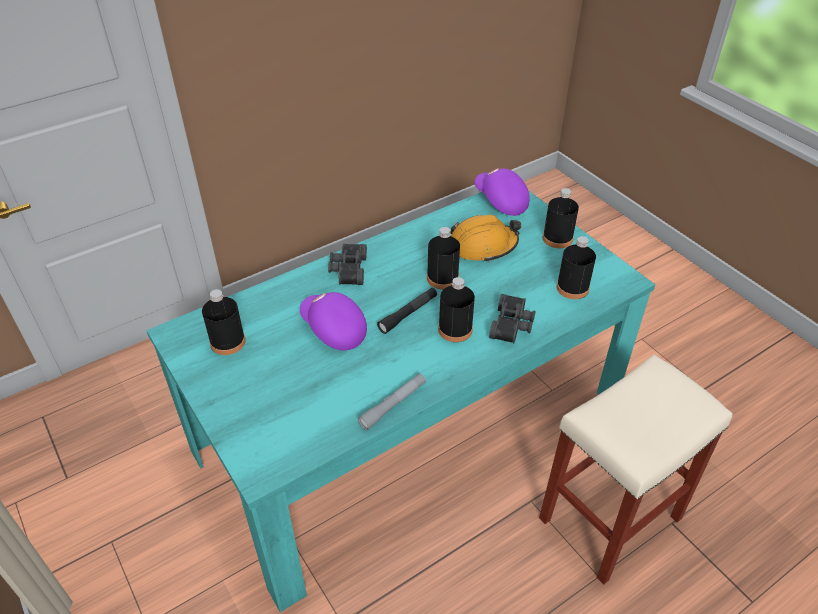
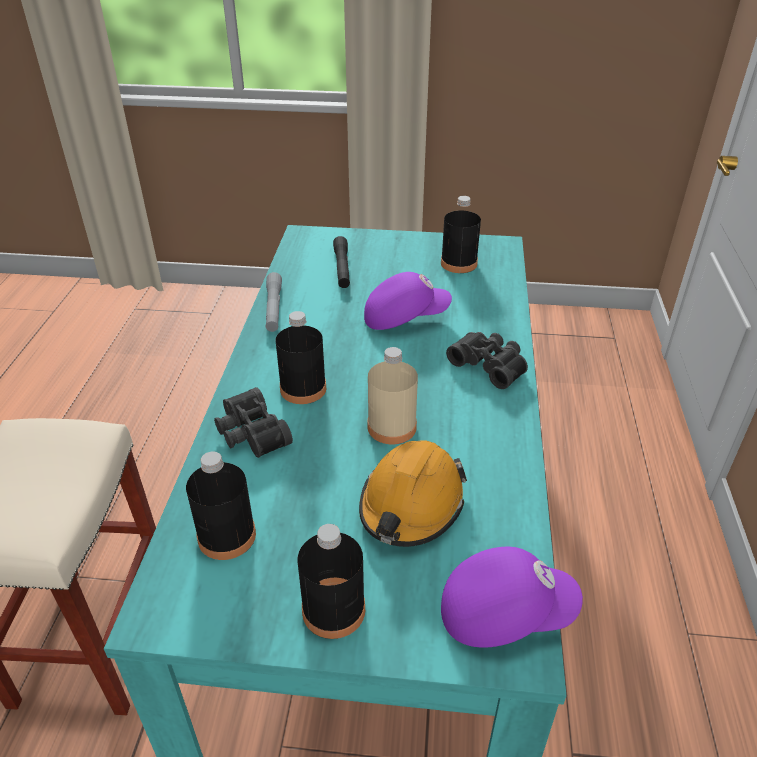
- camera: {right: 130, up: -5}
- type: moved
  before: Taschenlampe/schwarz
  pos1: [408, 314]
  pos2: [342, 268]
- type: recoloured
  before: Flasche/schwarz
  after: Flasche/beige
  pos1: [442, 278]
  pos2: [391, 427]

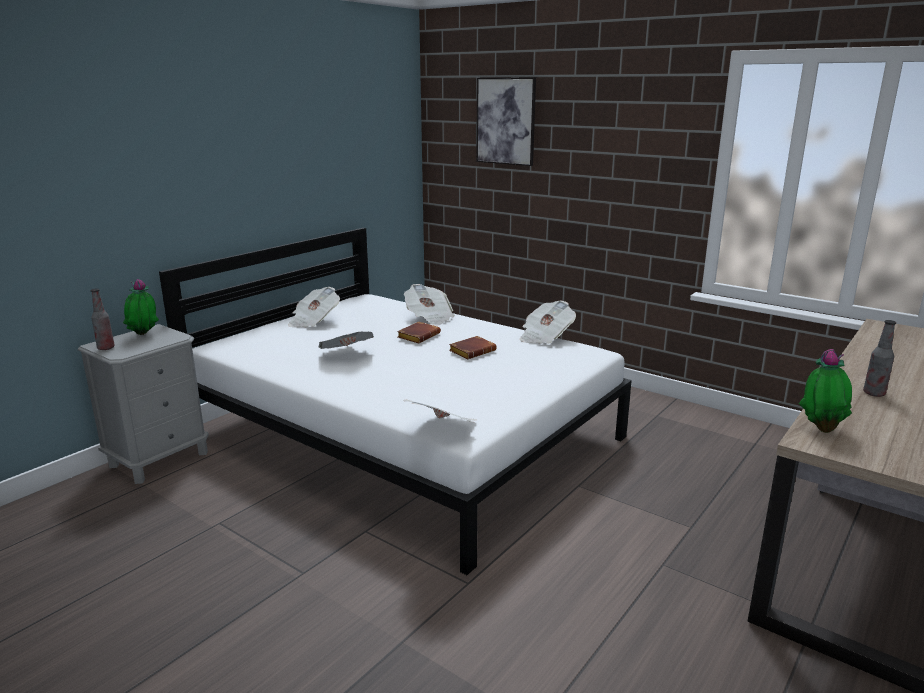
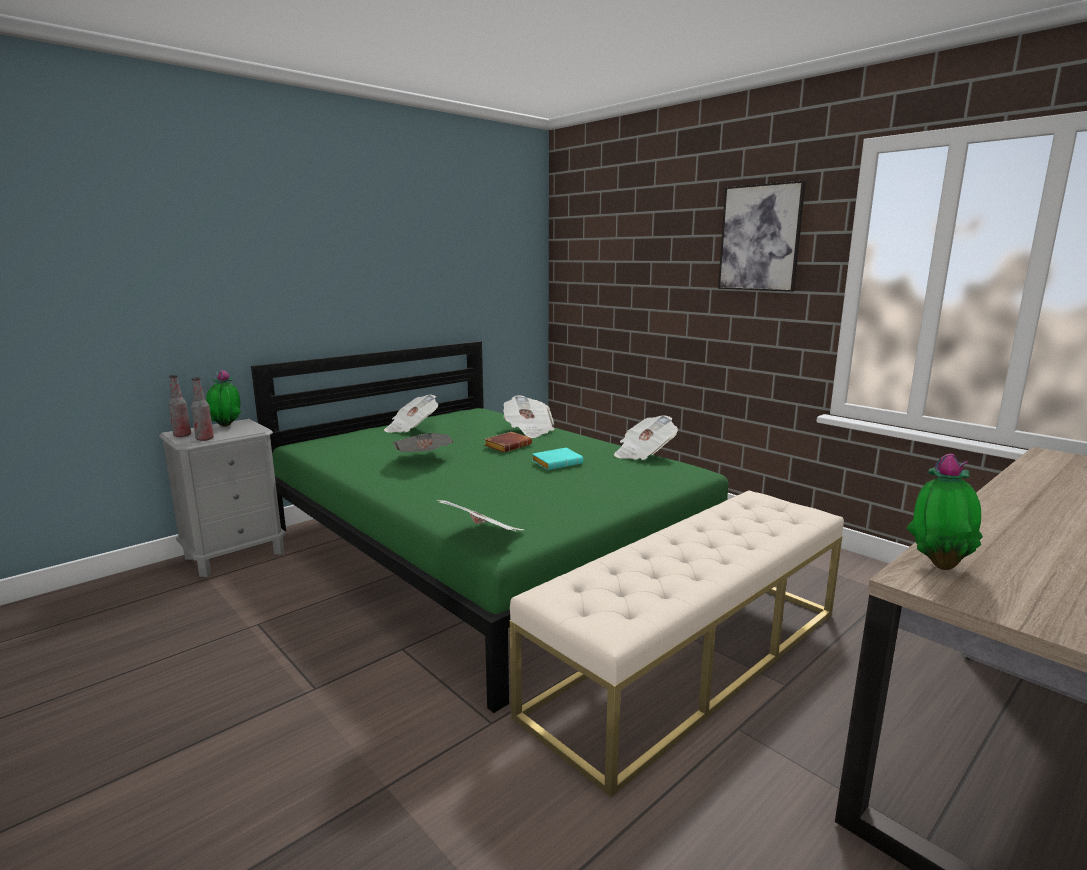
- camera: {right: 10, up: -5}
- type: added
  after: Bank/beige
  pos2: [691, 659]
- type: moved
  before: Bild
  pos1: [506, 121]
  pos2: [760, 238]
- type: moved
  before: Flasche
  pos1: [874, 393]
  pos2: [205, 439]
- type: recoloured
  before: Bett/weiß
  after: Bett/grün
  pos1: [404, 434]
  pos2: [486, 550]
- type: recoloured
  before: Buch/braun
  after: Buch/türkis
  pos1: [472, 351]
  pos2: [557, 463]

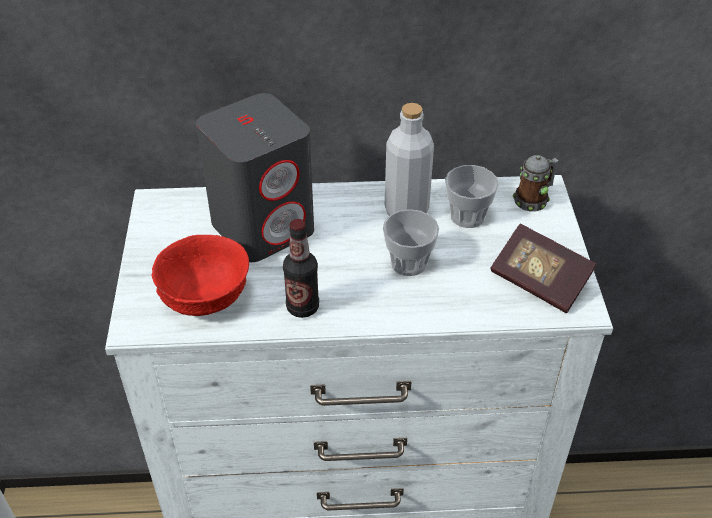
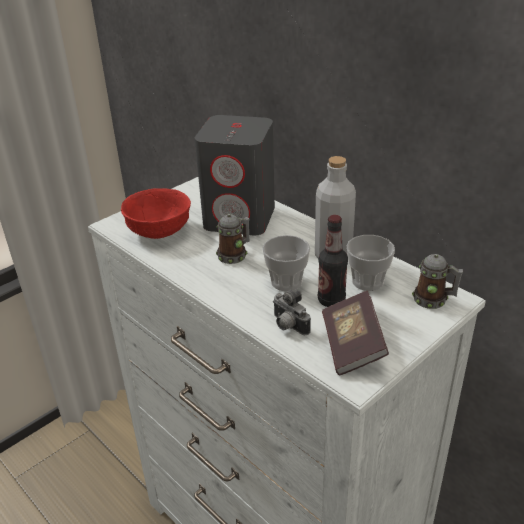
- camera: {right: 50, up: -10}
- type: added
  after: Henkelbecher
  pos2: [235, 254]
- type: added
  after: Kamera
  pos2: [288, 326]
- type: moved
  before: Flasche
  pos1: [302, 307]
  pos2: [331, 300]

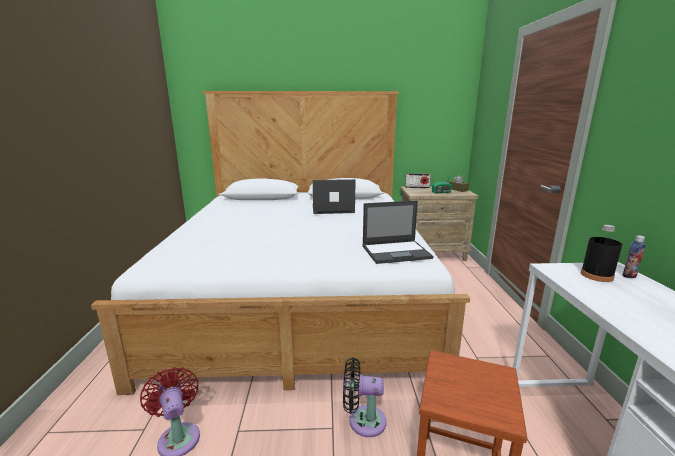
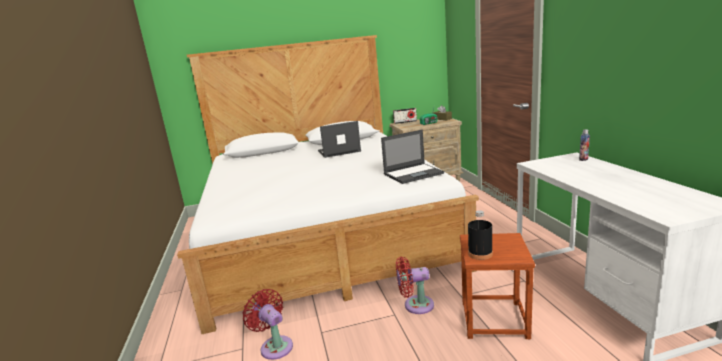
- camera: {right: -10, up: 0}
- type: moved
  before: Flasche/schwarz
  pos1: [596, 275]
  pos2: [480, 253]
- type: recoloured
  before: Ventilator/schwarz
  after: Ventilator/rot
  pos1: [363, 420]
  pos2: [415, 305]

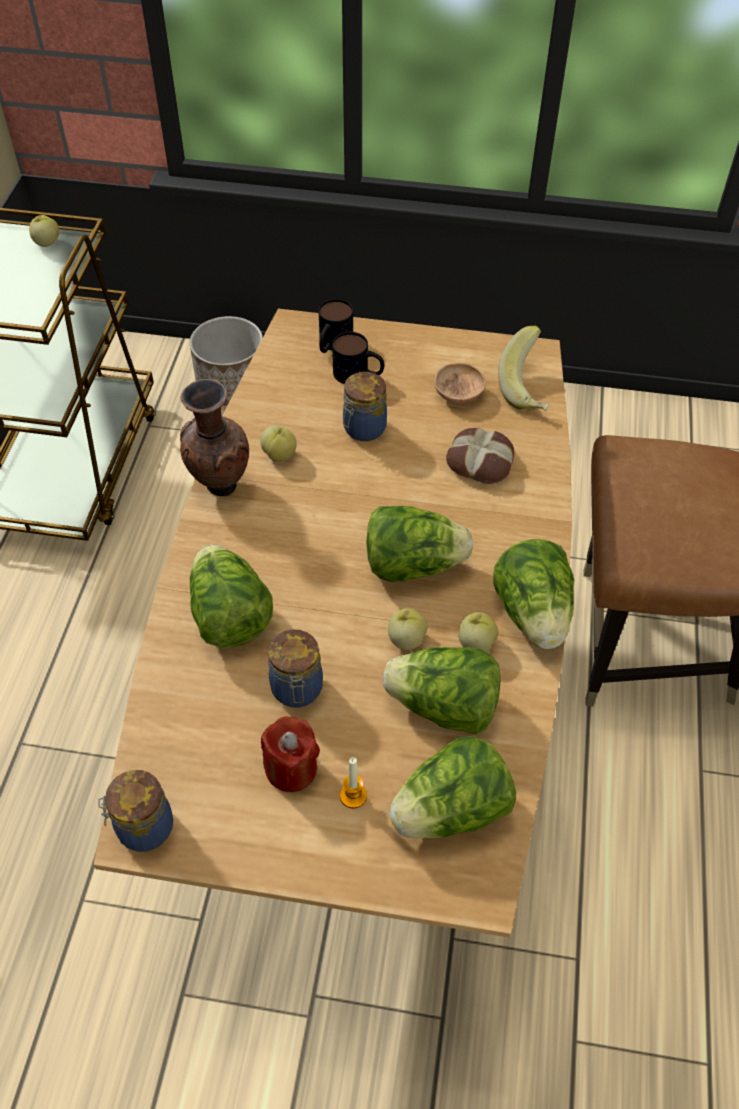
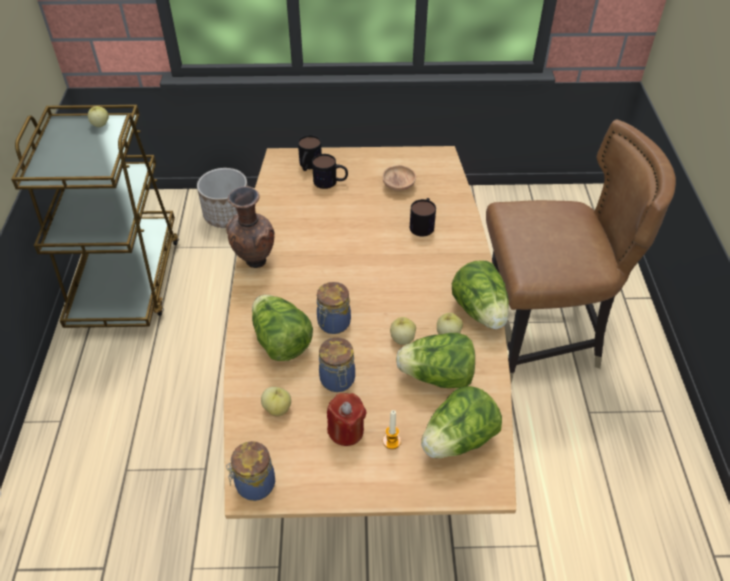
- camera: {right: -10, up: -5}
- type: removed
  before: Salatkopf
  pos1: [412, 564]
- type: removed
  before: Banane
  pos1: [529, 388]
- type: moved
  before: Apfel
  pos1: [279, 455]
  pos2: [277, 408]
- type: moved
  before: Vorratsglas
  pos1: [363, 429]
  pos2: [333, 324]
- type: replaced
  before: Brot
  after: Henkelbecher
  pos1: [481, 461]
  pos2: [423, 224]

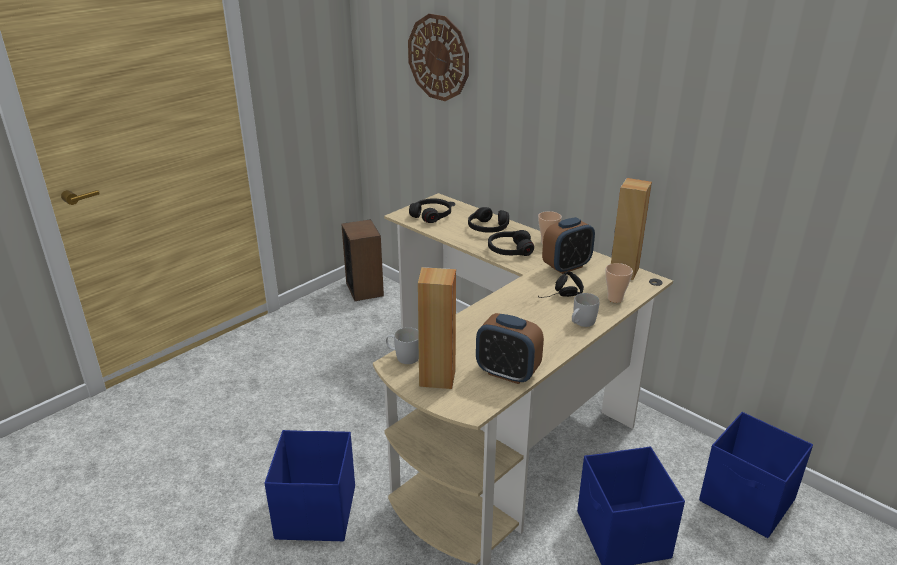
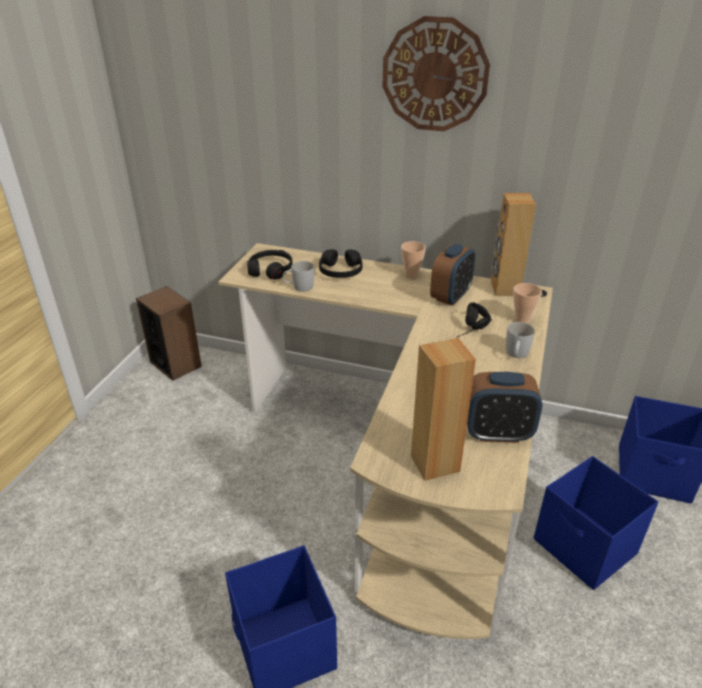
- camera: {right: -25, up: 5}
- type: removed
  before: Kopfhörer/schwarz
  pos1: [510, 250]
- type: moved
  before: Henkelbecher/weiß
  pos1: [403, 357]
  pos2: [299, 287]
- type: moved
  before: Wanduhr
  pos1: [438, 57]
  pos2: [435, 75]

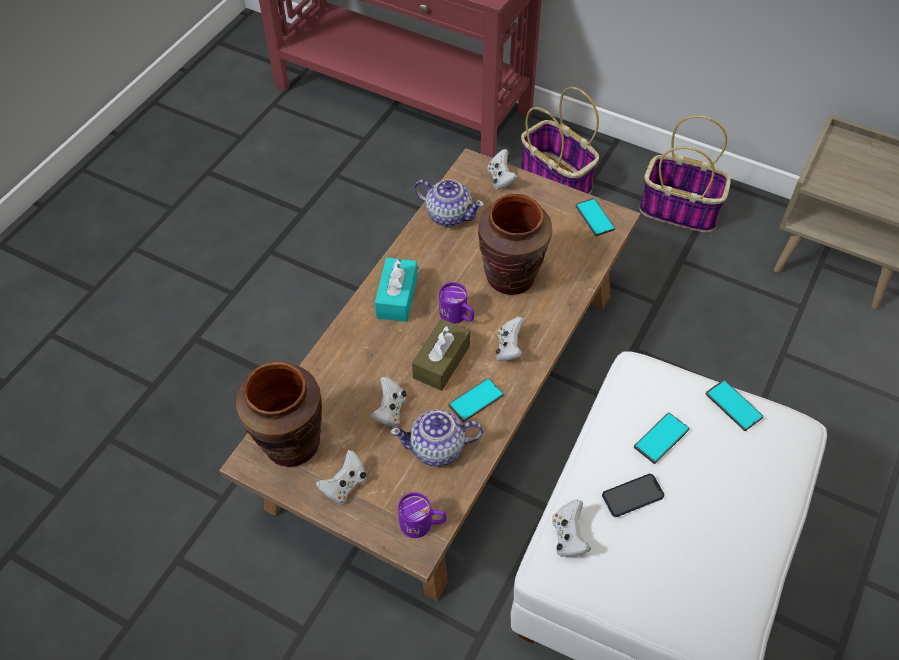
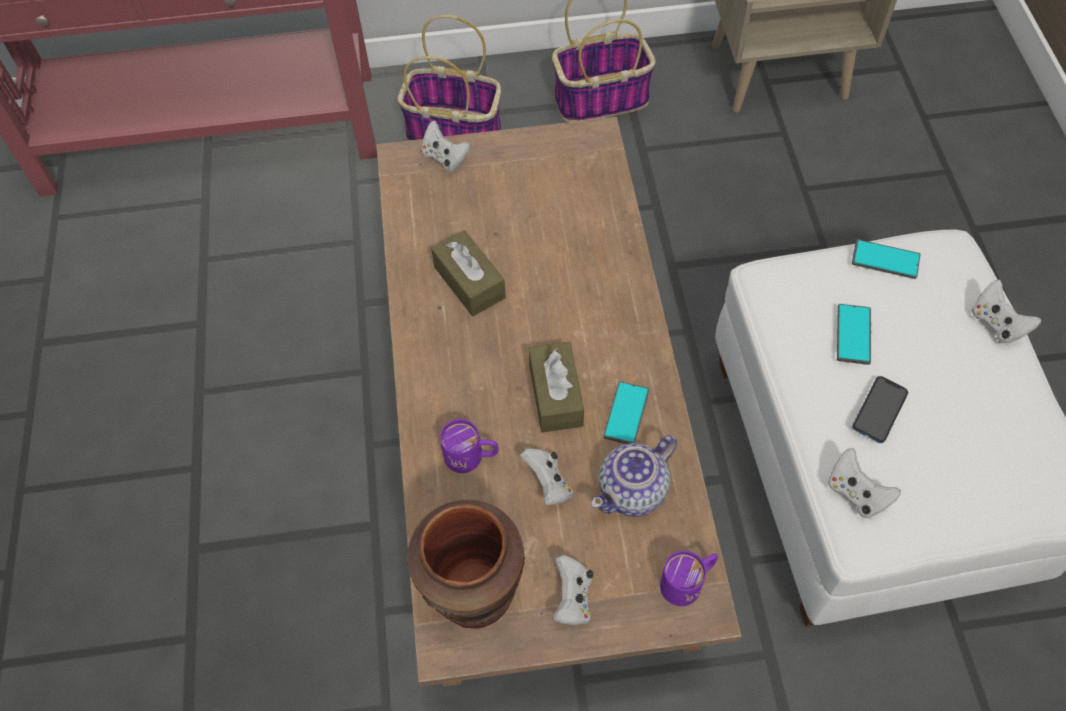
- camera: {right: -35, up: 5}
- type: removed
  before: Taschentuchbox/türkis
  pos1: [397, 297]
- type: removed
  before: Teekanne
  pos1: [448, 214]
- type: removed
  before: Vase/braun
  pos1: [511, 277]
- type: removed
  before: Handy
  pos1: [594, 217]
- type: added
  after: Taschentuchbox/braun
  pos2: [469, 282]
- type: moved
  before: Henkelbecher/lila
  pos1: [458, 316]
  pos2: [471, 457]
- type: moved
  before: Gamepad/weiß
  pos1: [509, 348]
  pos2: [997, 323]

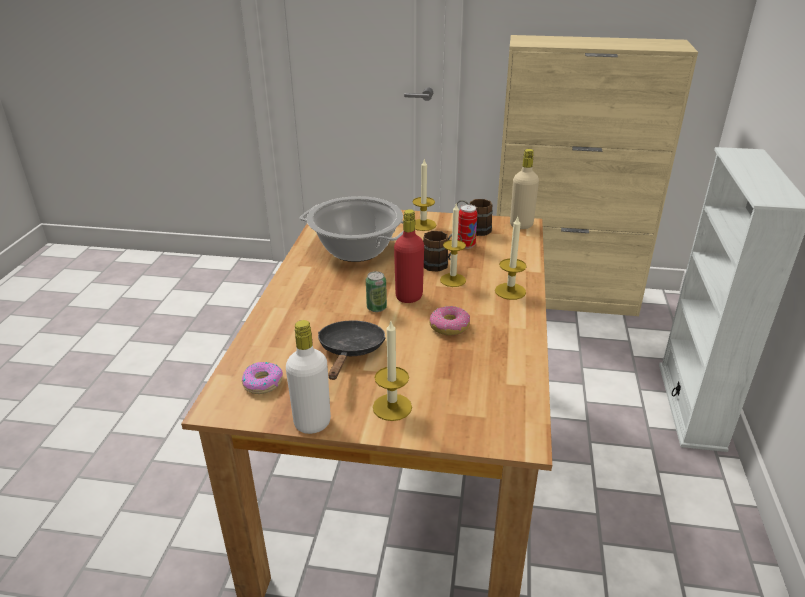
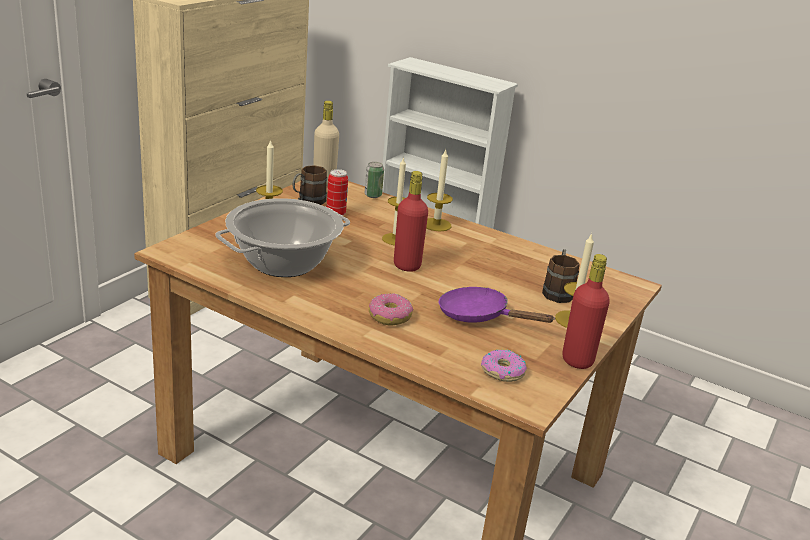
- camera: {right: -70, up: -5}
- type: moved
  before: Dose
  pos1: [376, 308]
  pos2: [373, 195]
- type: moved
  before: Henkelbecher/braun
  pos1: [441, 264]
  pos2: [557, 291]
- type: moved
  before: Donut
  pos1: [449, 326]
  pos2: [389, 316]
- type: recoloured
  before: Flasche/weiß
  after: Flasche/rot
  pos1: [312, 423]
  pos2: [577, 360]
- type: recoloured
  before: Pfanne/schwarz
  after: Pfanne/lila
  pos1: [350, 351]
  pos2: [479, 316]

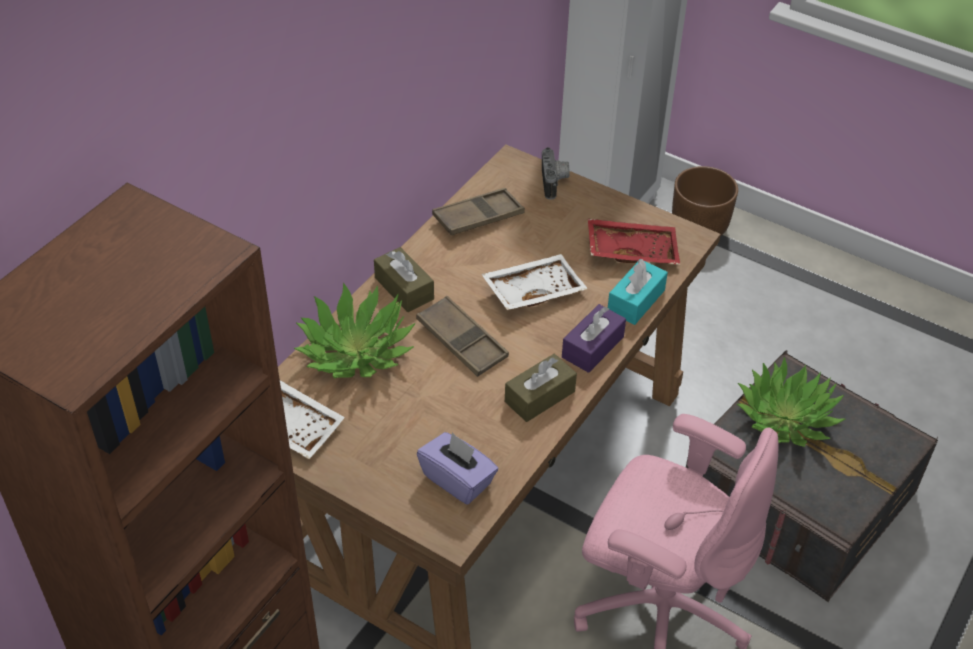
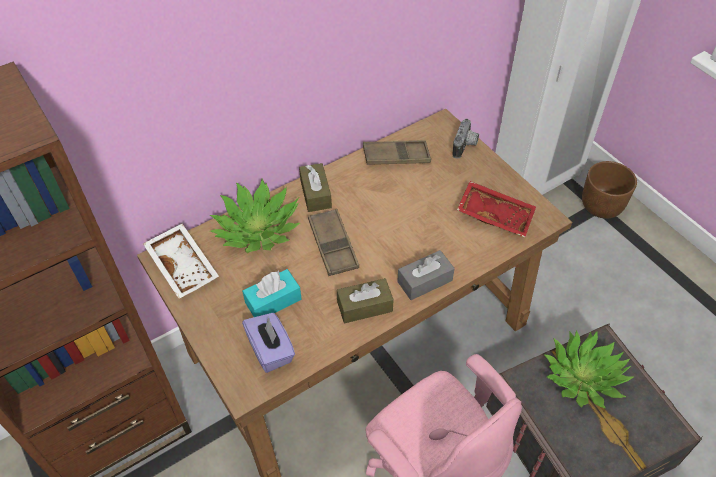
- camera: {right: 25, up: 5}
- type: removed
  before: Tablett/weiß
  pos1: [533, 290]
- type: moved
  before: Taschentuchbox/türkis
  pos1: [636, 301]
  pos2: [273, 301]
- type: recoloured
  before: Taschentuchbox/lila
  after: Taschentuchbox/grau
  pos1: [592, 347]
  pos2: [424, 281]

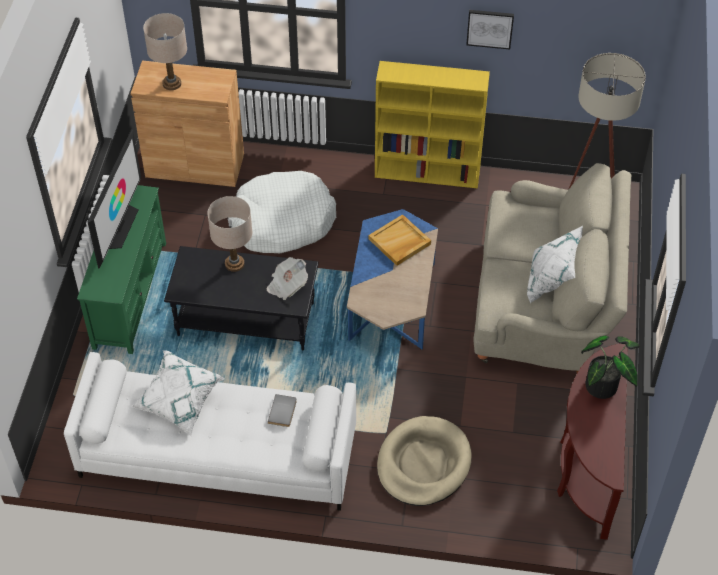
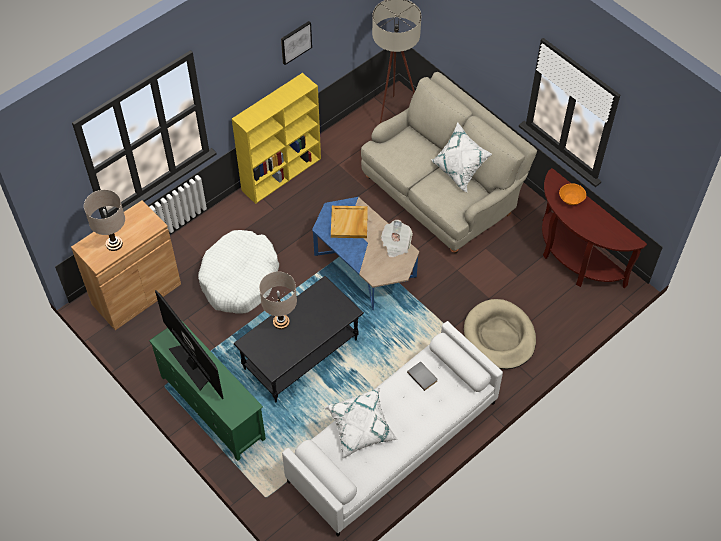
- camera: {right: -50, up: 5}
- type: moved
  before: Zeitung
  pos1: [287, 285]
  pos2: [396, 244]
- type: replaced
  before: Topfpflanze
  after: Schüssel/orange
  pos1: [605, 385]
  pos2: [571, 199]

